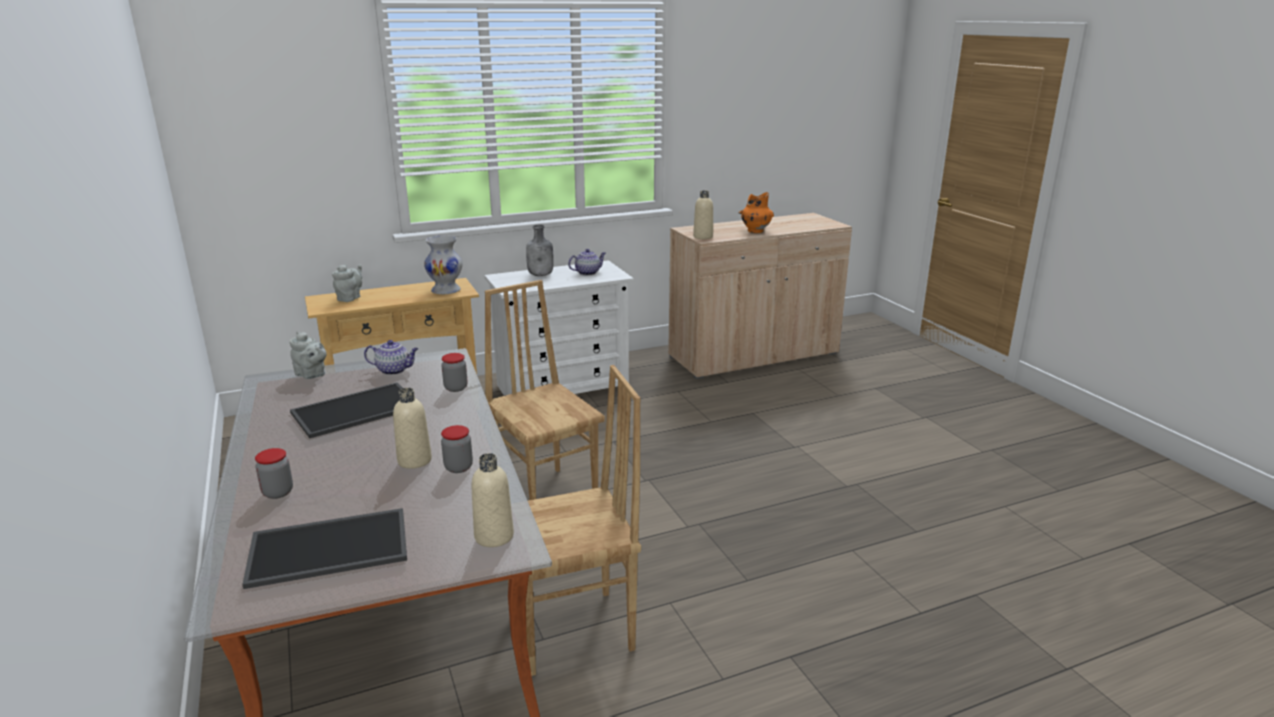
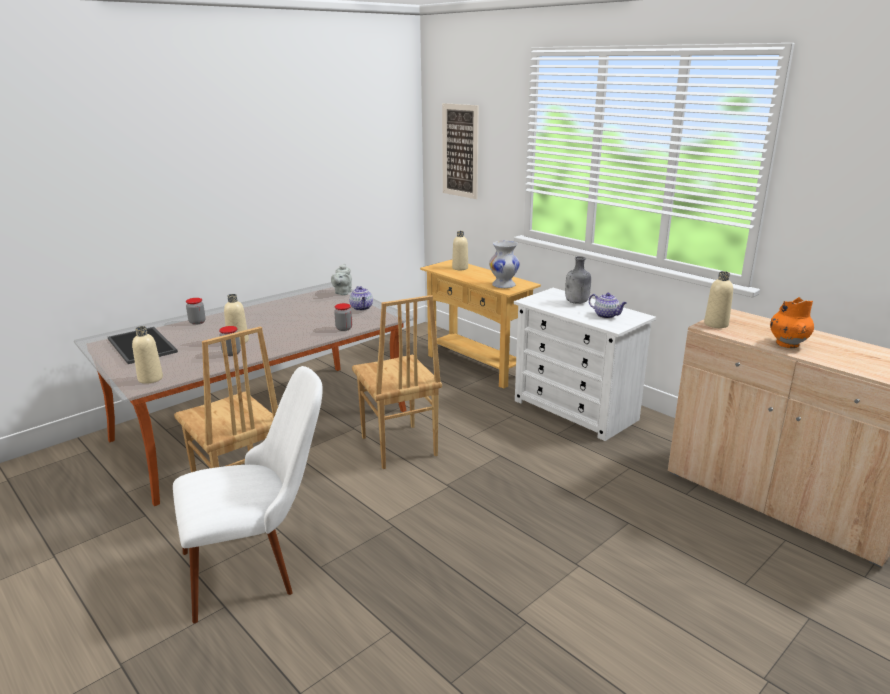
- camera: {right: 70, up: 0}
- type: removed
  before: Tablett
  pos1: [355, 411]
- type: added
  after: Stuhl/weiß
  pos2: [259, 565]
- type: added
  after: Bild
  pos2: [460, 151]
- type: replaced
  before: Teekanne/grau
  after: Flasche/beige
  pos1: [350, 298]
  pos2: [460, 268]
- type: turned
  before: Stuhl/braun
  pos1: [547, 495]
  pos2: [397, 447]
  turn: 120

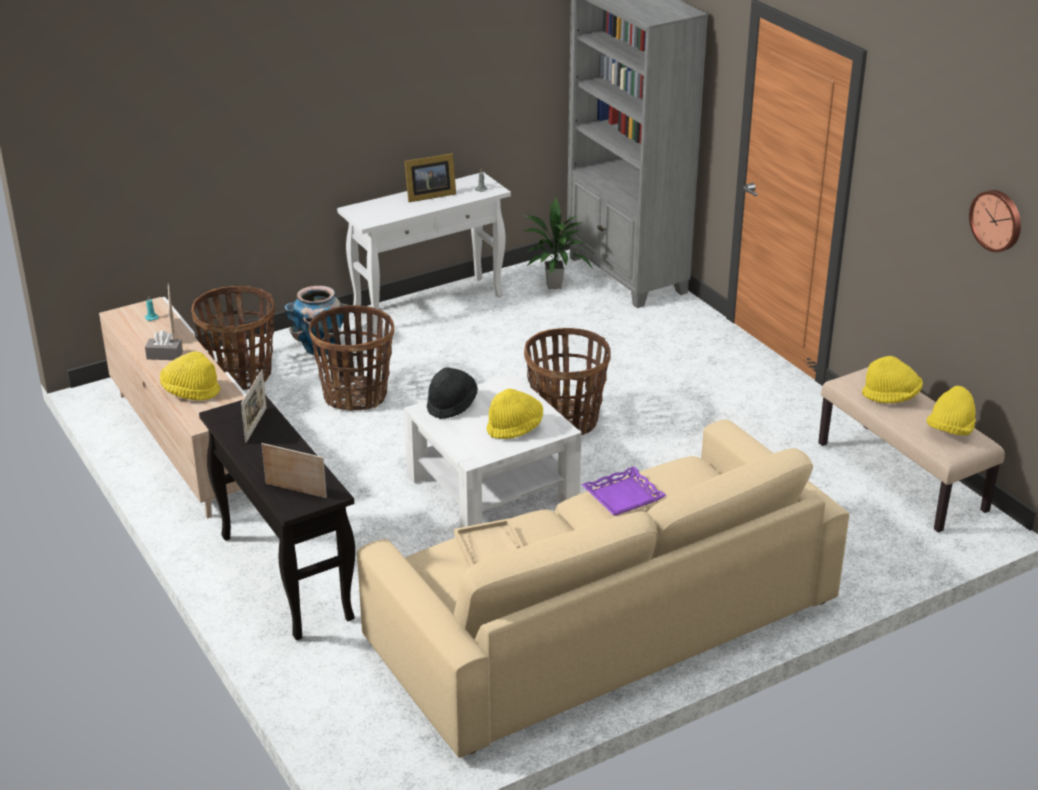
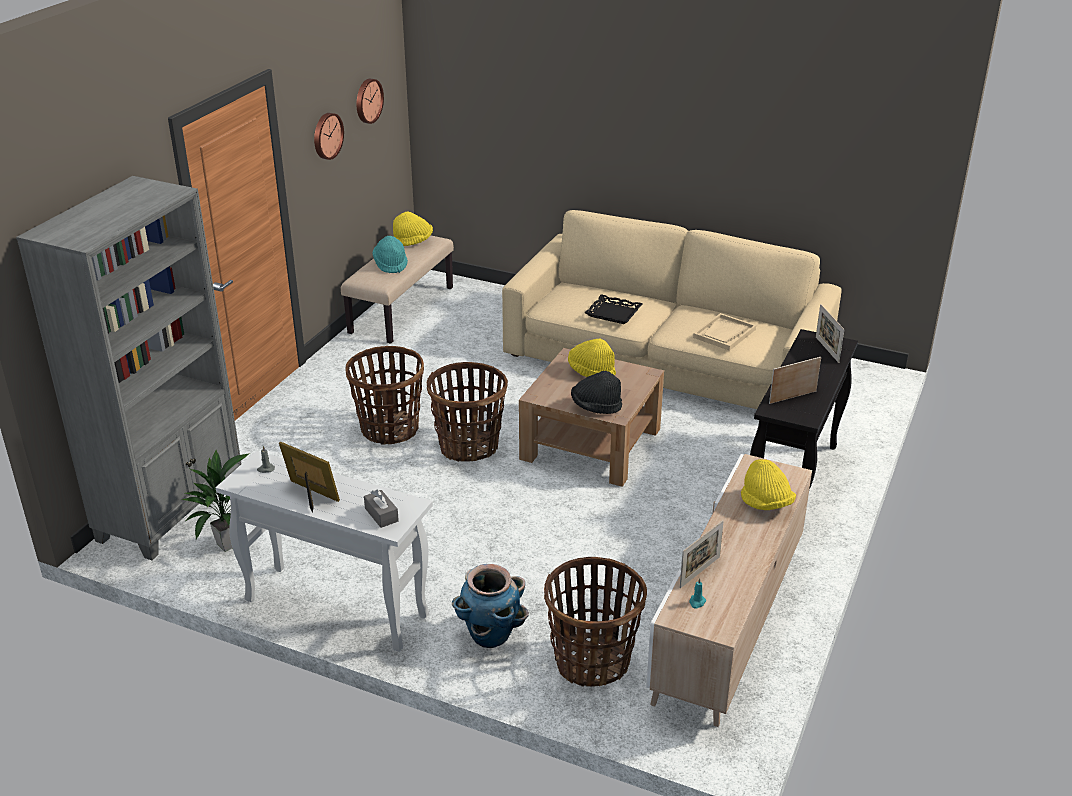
- camera: {right: -125, up: 0}
- type: added
  after: Wanduhr
  pos2: [326, 135]
- type: moved
  before: Taschentuchbox/grau
  pos1: [164, 355]
  pos2: [381, 515]
- type: moved
  before: Korb
  pos1: [355, 396]
  pos2: [389, 429]
- type: recoloured
  before: Couchtisch/weiß
  after: Couchtisch/braun
  pos1: [492, 487]
  pos2: [591, 444]
- type: recoloured
  before: Tablett/lila
  after: Tablett/schwarz
  pos1: [623, 497]
  pos2: [613, 313]
- type: recoloured
  before: Hut/gelb
  after: Hut/türkis
  pos1: [891, 397]
  pos2: [391, 264]

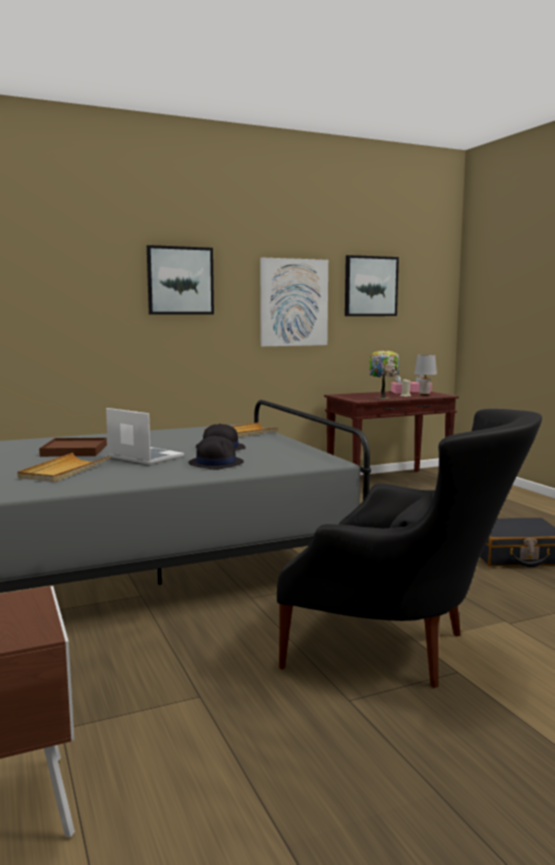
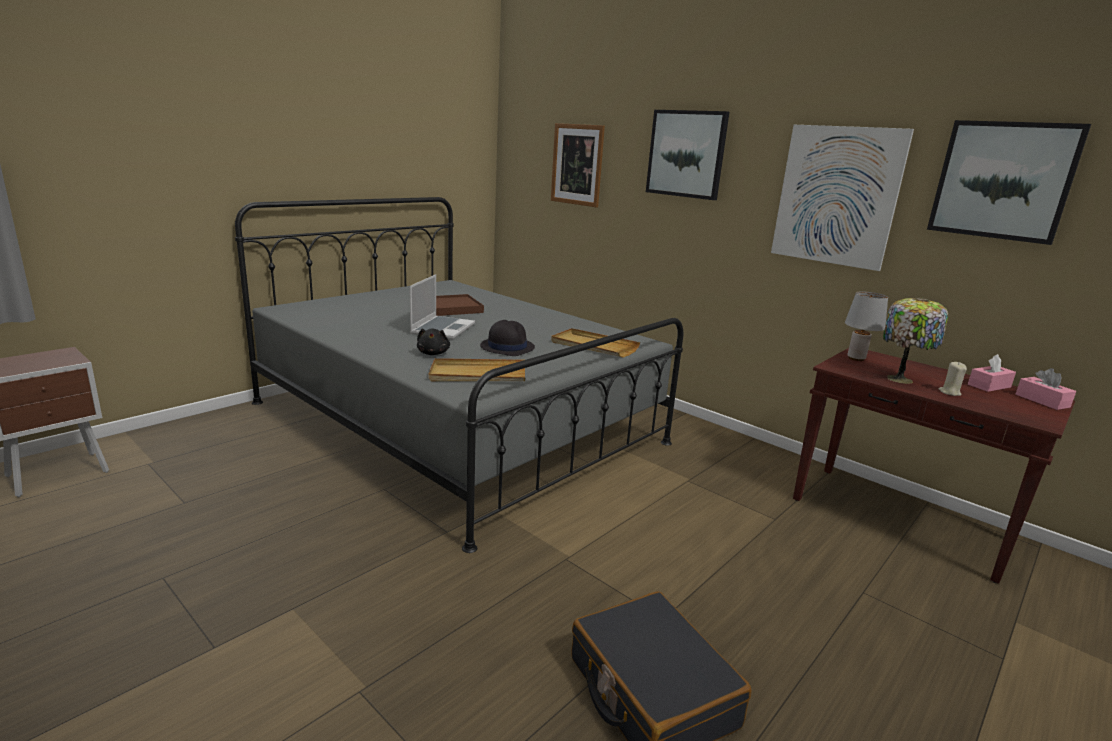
- camera: {right: 65, up: 10}
- type: removed
  before: Sessel/schwarz
  pos1: [403, 649]
- type: added
  after: Bild
  pos2: [577, 165]
- type: moved
  before: Tablett/beige
  pos1: [65, 471]
  pos2: [478, 375]
- type: moved
  before: Tischlampe/grau
  pos1: [424, 394]
  pos2: [856, 358]
- type: replaced
  before: Hut/schwarz
  after: Plüschtier/schwarz
  pos1: [216, 463]
  pos2: [433, 353]

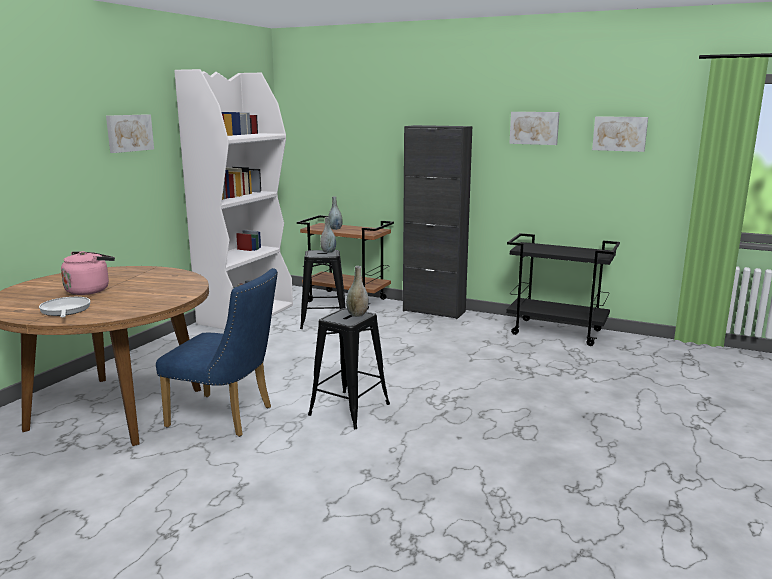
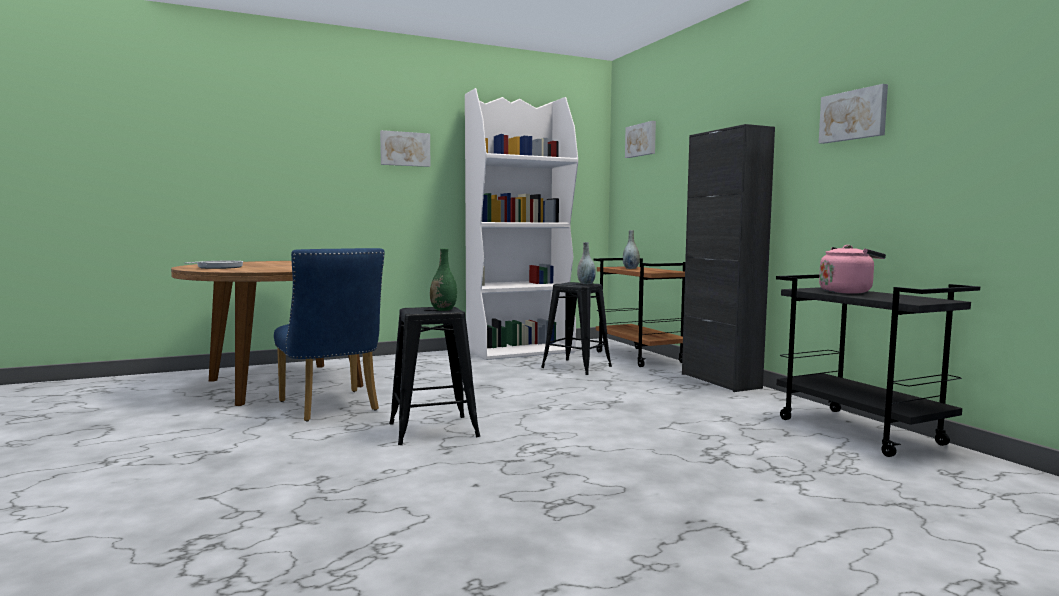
- camera: {right: 40, up: -10}
- type: moved
  before: Wasserkessel/rosa
  pos1: [90, 290]
  pos2: [847, 292]
- type: moved
  before: Bild
  pos1: [620, 133]
  pos2: [641, 140]
- type: recoloured
  before: Vase/grau
  after: Vase/grün
  pos1: [357, 315]
  pos2: [443, 310]

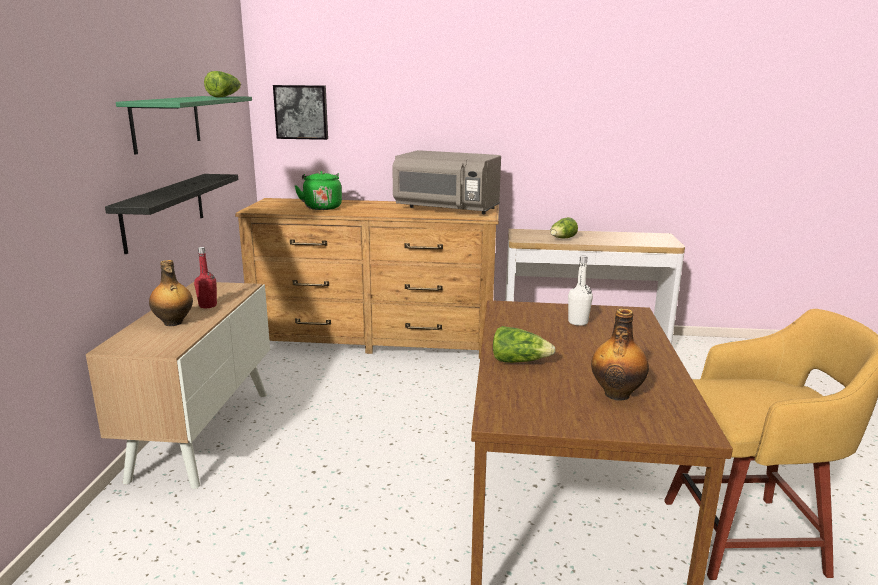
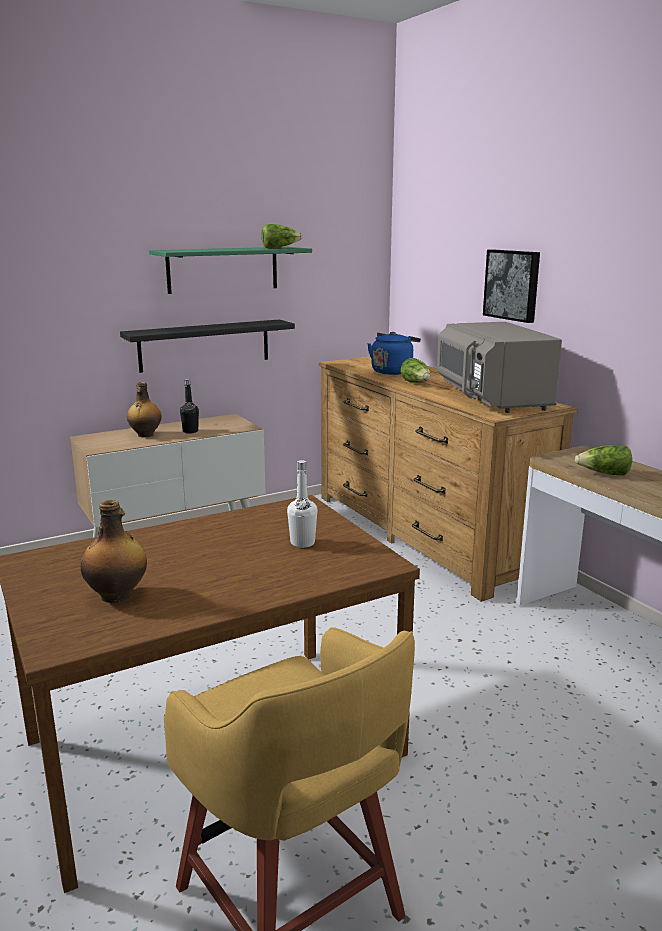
- camera: {right: 55, up: 0}
- type: moved
  before: Bild
  pos1: [301, 112]
  pos2: [513, 285]
- type: moved
  before: Salatkopf
  pos1: [519, 361]
  pos2: [416, 383]
- type: recoloured
  before: Flasche/rot
  after: Flasche/schwarz
  pos1: [208, 305]
  pos2: [190, 431]
- type: recoloured
  before: Wasserkessel/grün
  after: Wasserkessel/blau
  pos1: [322, 207]
  pos2: [393, 371]

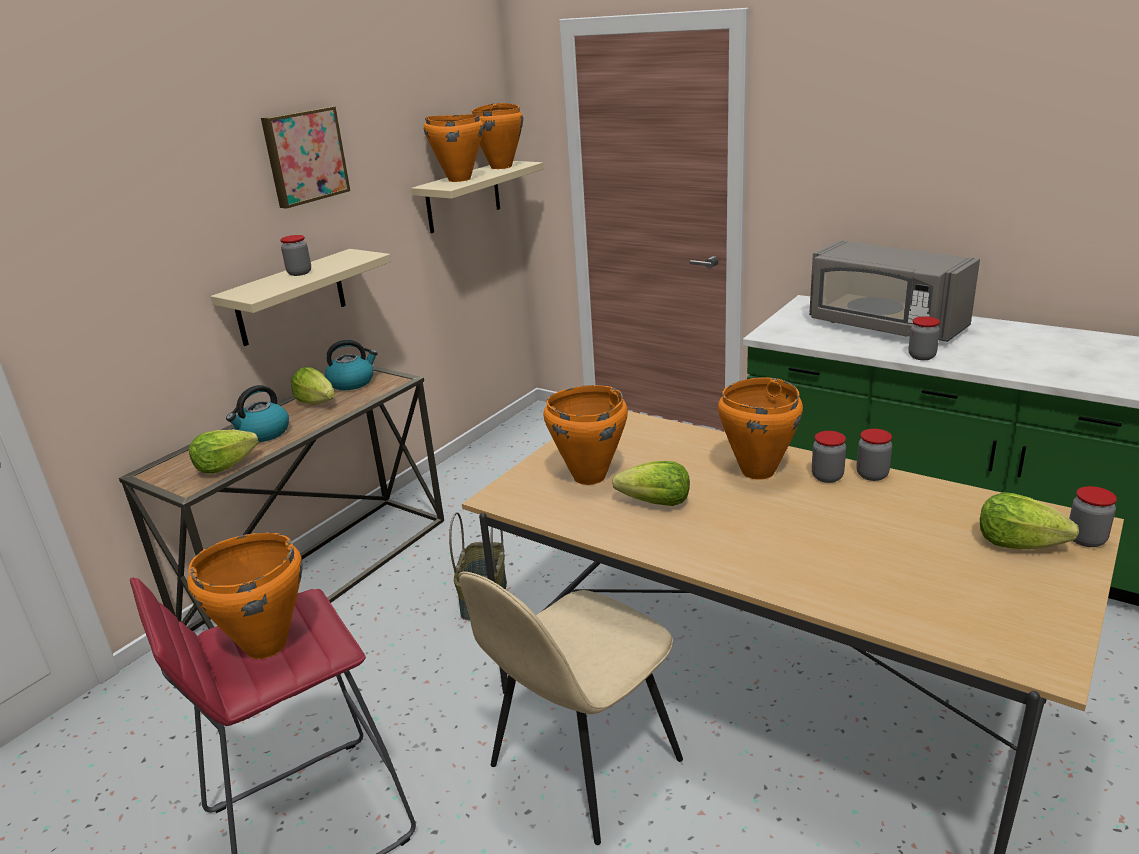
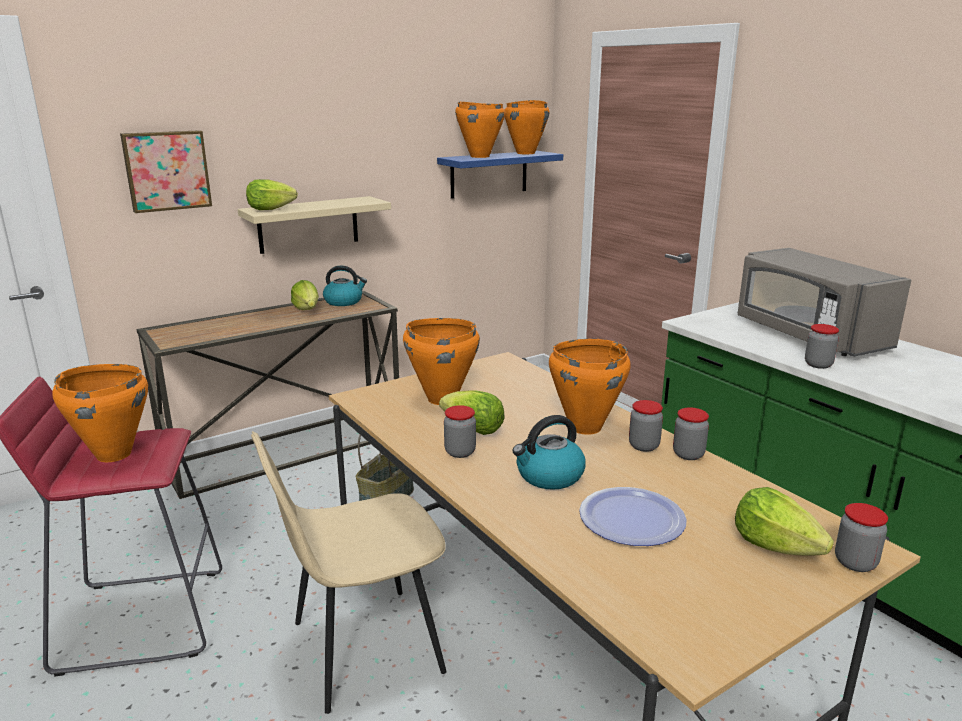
- camera: {right: 20, up: -5}
- type: added
  after: Teller
  pos2: [632, 519]
- type: moved
  before: Salatkopf
  pos1: [225, 466]
  pos2: [270, 209]
- type: moved
  before: Wasserkessel
  pos1: [263, 433]
  pos2: [549, 476]
- type: moved
  before: Bild
  pos1: [304, 156]
  pos2: [166, 170]
- type: moved
  before: Vorratsglas
  pos1: [299, 273]
  pos2: [460, 452]
- type: recoloured
  before: Wandregal/beige
  after: Wandregal/blau
  pos1: [463, 197]
  pos2: [489, 174]

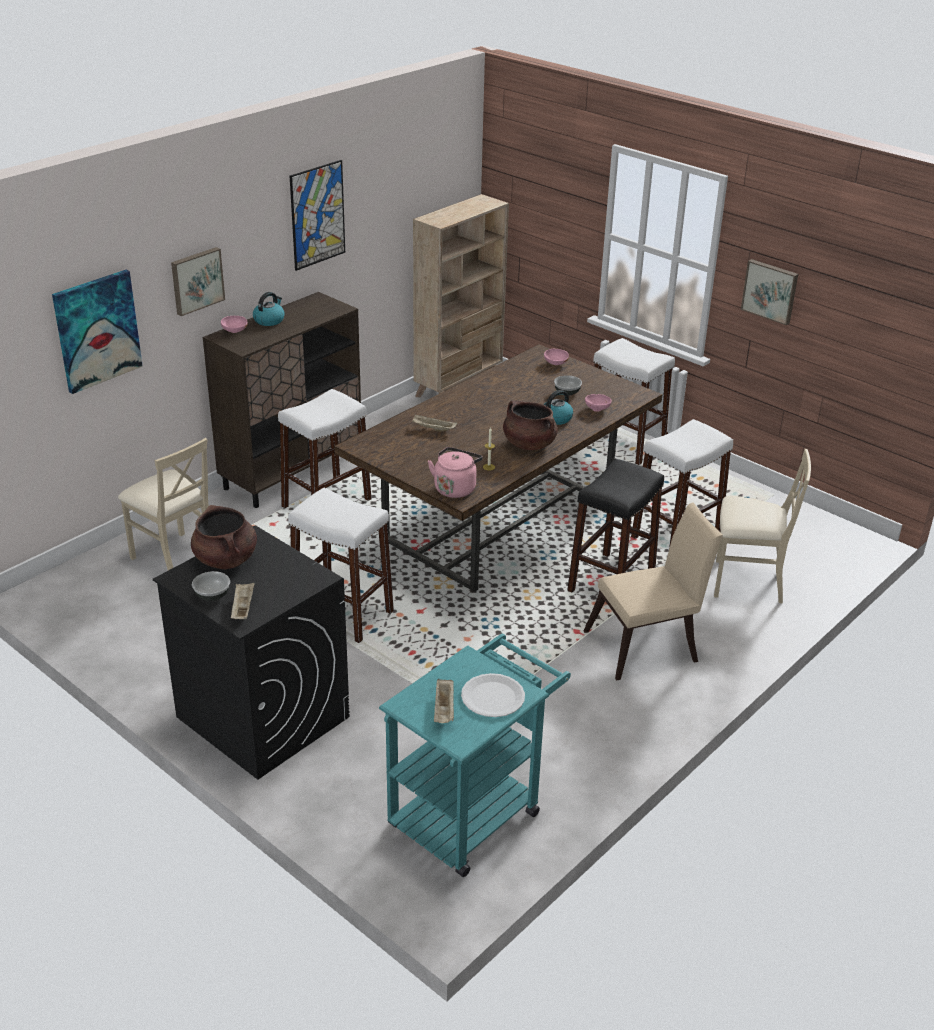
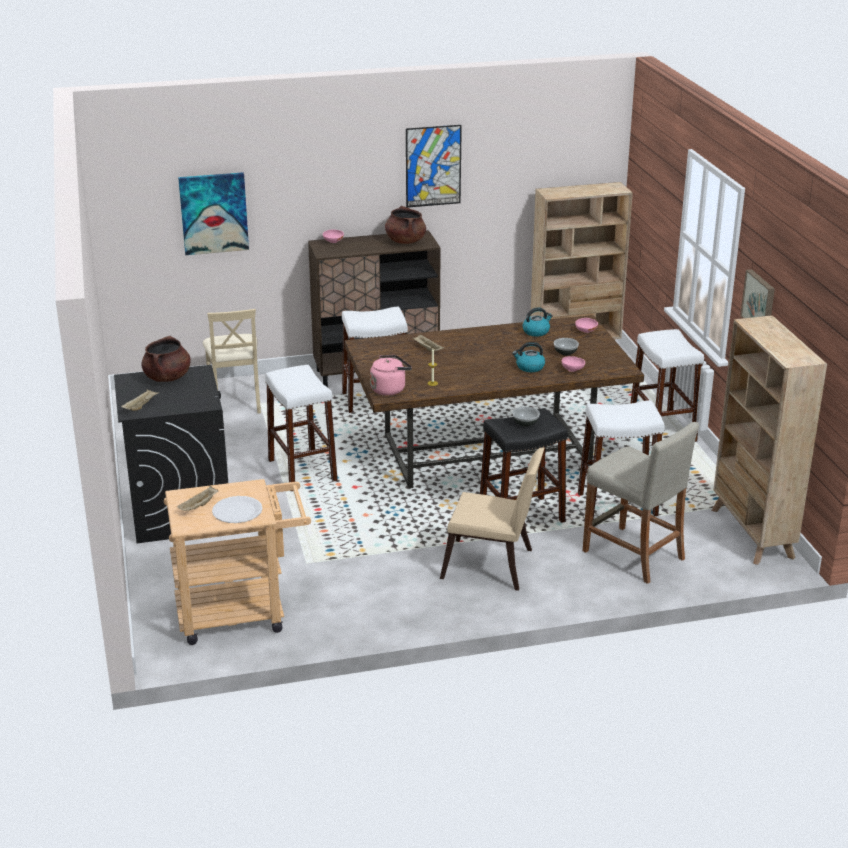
- camera: {right: 35, up: -5}
- type: removed
  before: Bild
  pos1: [196, 280]
- type: added
  after: Bücherregal/beige
  pos2: [752, 534]
- type: moved
  before: Schüssel
  pos1: [212, 595]
  pos2: [525, 423]
- type: moved
  before: Wasserkessel
  pos1: [269, 320]
  pos2: [536, 331]
- type: moved
  before: Kochtopf/braun
  pos1: [528, 444]
  pos2: [405, 241]
- type: replaced
  before: Stuhl/beige
  after: Hocker/beige
  pos1: [746, 582]
  pos2: [633, 555]
- type: recoloured
  before: Rollwagen/türkis
  after: Rollwagen/beige
  pos1: [473, 811]
  pos2: [241, 613]

